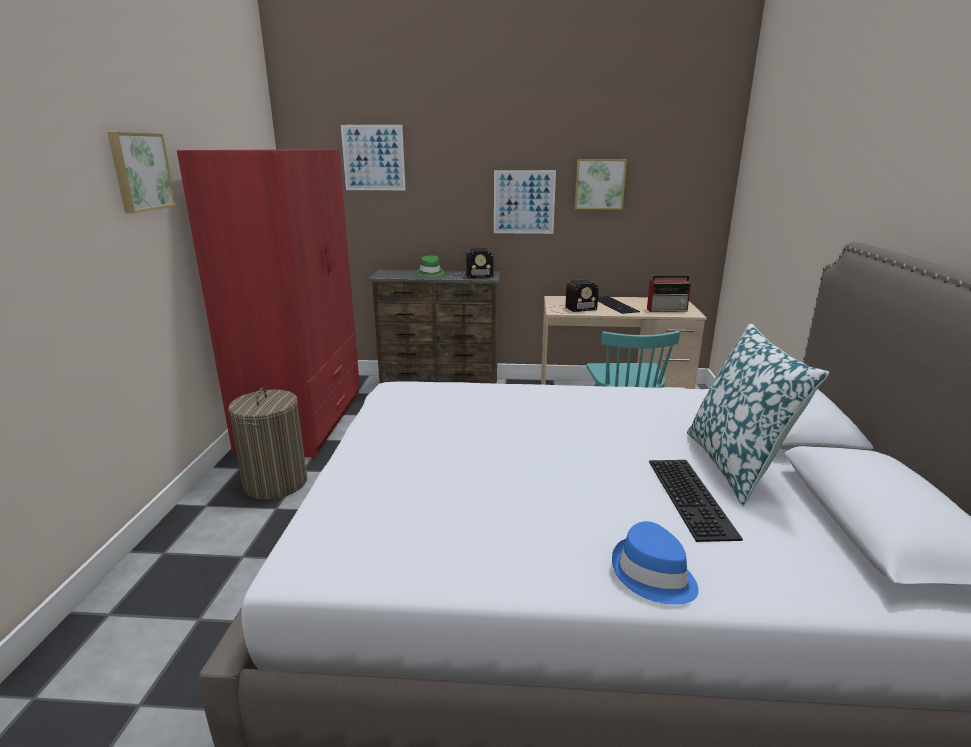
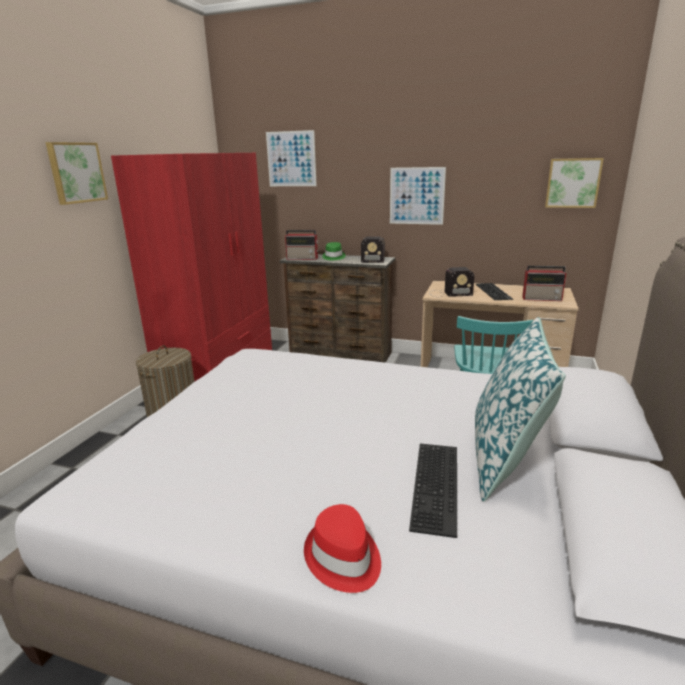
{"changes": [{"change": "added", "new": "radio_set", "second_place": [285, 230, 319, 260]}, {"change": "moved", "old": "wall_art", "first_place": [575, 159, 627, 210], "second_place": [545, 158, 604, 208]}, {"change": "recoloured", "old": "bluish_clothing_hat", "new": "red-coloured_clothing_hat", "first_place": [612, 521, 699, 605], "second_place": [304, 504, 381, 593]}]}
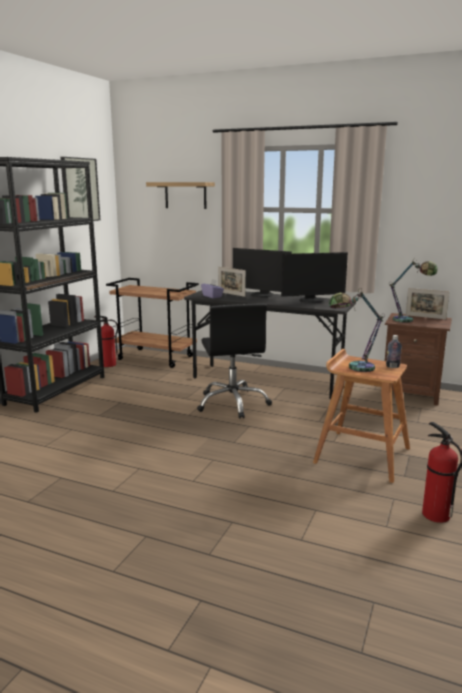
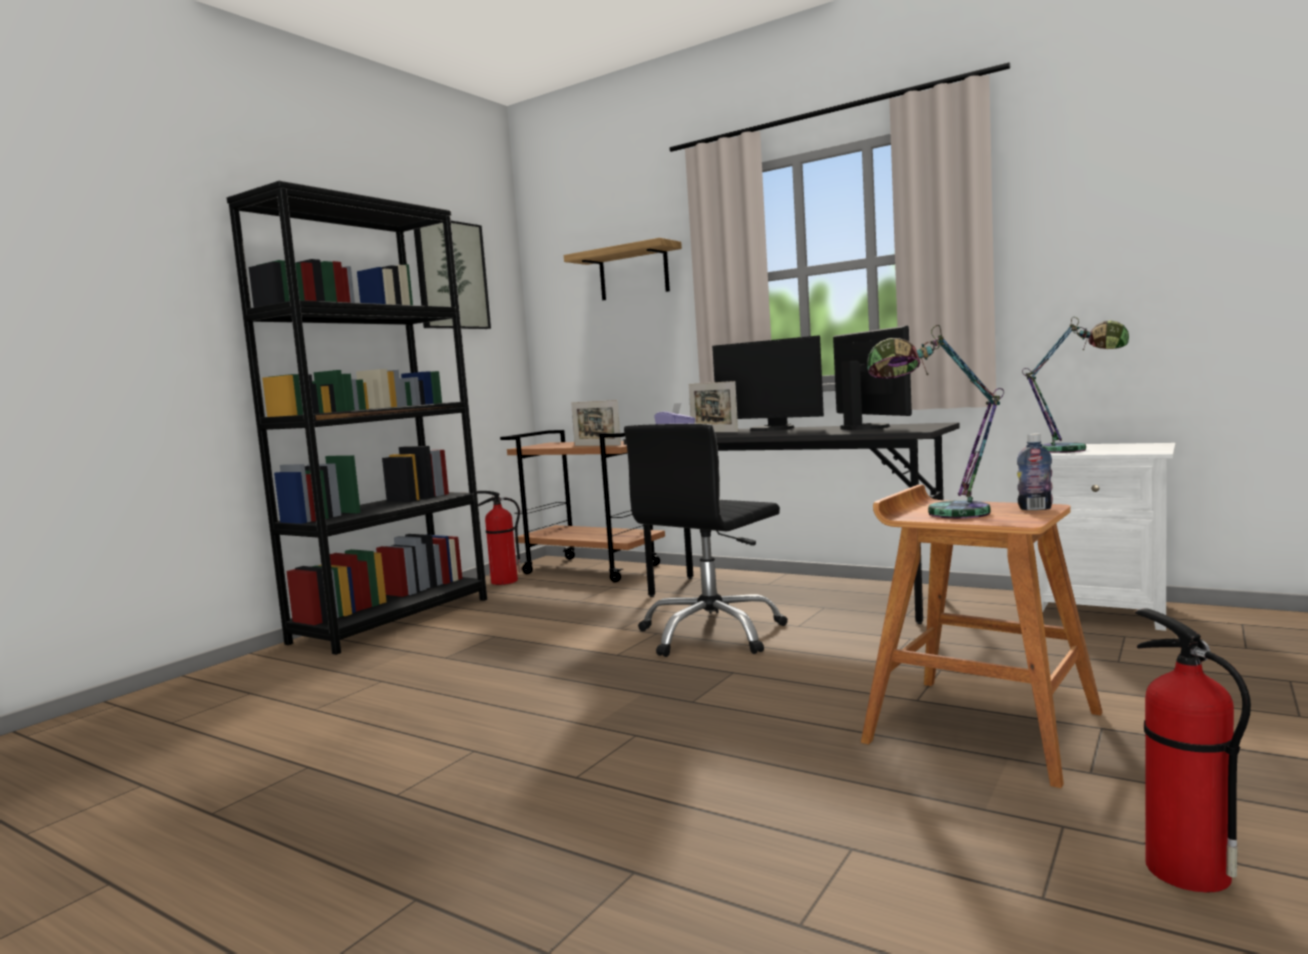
{"changes": [{"change": "moved", "old": "photo_frame", "first_place": [406, 288, 450, 320], "second_place": [571, 400, 621, 446]}, {"change": "recoloured", "old": "brown_night_table", "new": "white_night_table", "first_place": [385, 313, 452, 406], "second_place": [1033, 443, 1176, 631]}, {"change": "turned", "old": "blackish_desk_chair", "first_place": [197, 304, 272, 419], "second_place": [624, 424, 788, 657], "degrees": 45}, {"change": "turned", "old": "computer_screen", "first_place": [281, 252, 348, 303], "second_place": [833, 326, 912, 430], "degrees": -105}]}
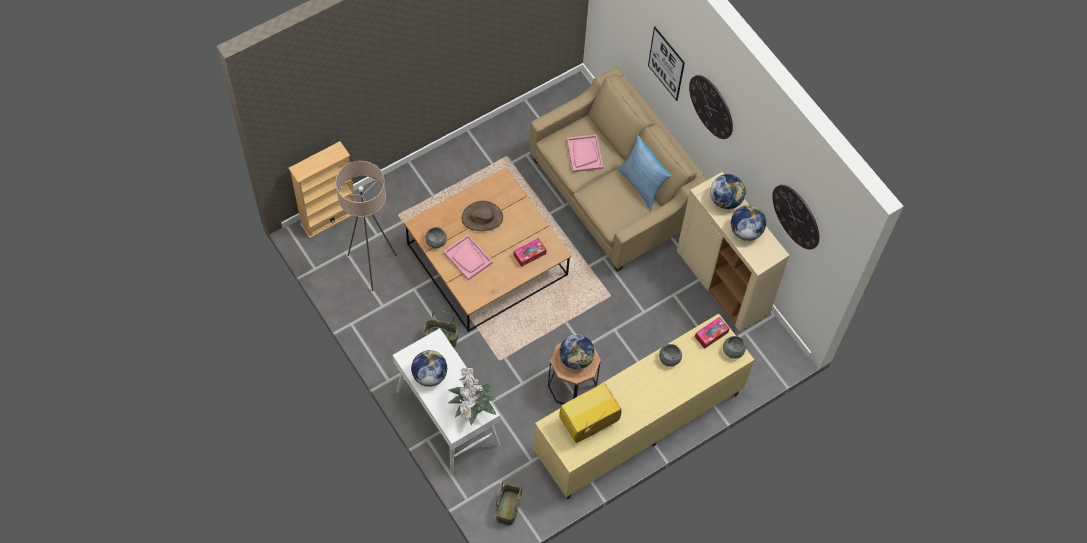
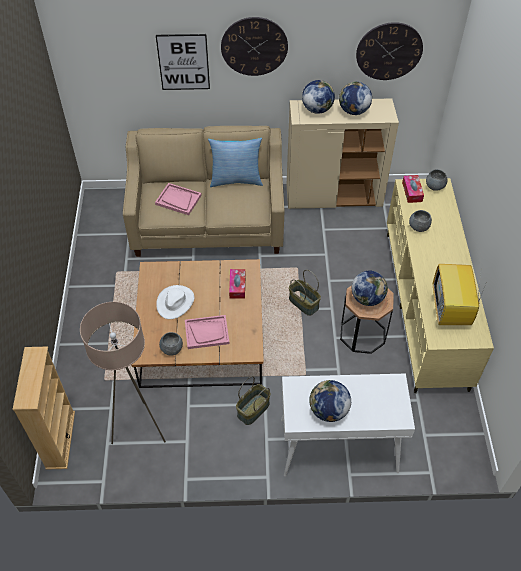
{"changes": [{"change": "removed", "old": "plant_in_a_pot", "first_place": [448, 368, 497, 425]}, {"change": "moved", "old": "basket", "first_place": [496, 482, 522, 526], "second_place": [289, 270, 321, 316]}, {"change": "recoloured", "old": "brown_clothing_hat", "new": "white_clothing_hat", "first_place": [462, 201, 503, 231], "second_place": [156, 285, 194, 319]}]}
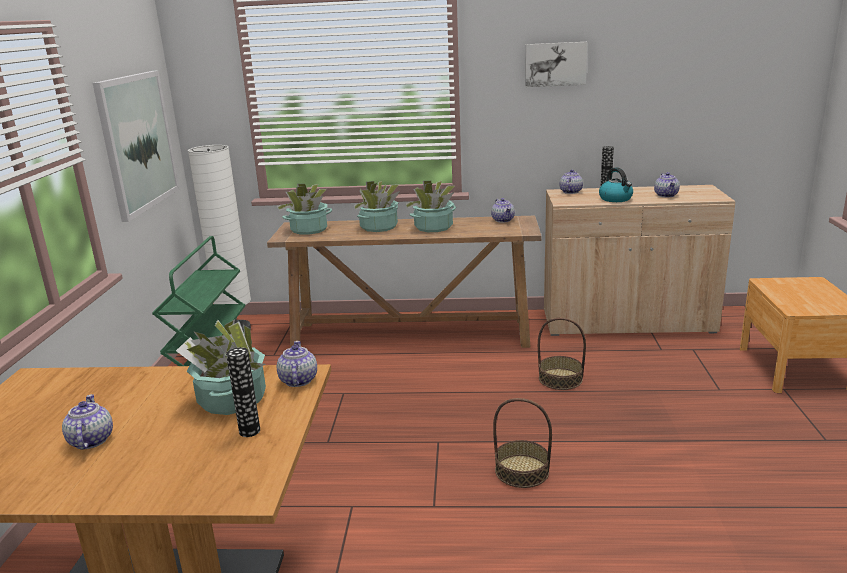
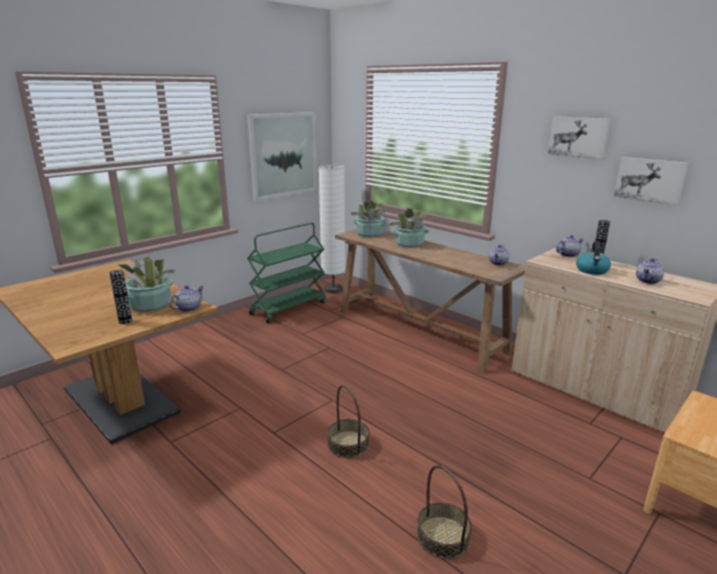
{"changes": [{"change": "removed", "old": "pot_for_tea", "first_place": [62, 394, 113, 450]}, {"change": "removed", "old": "plant_in_a_pot", "first_place": [405, 181, 456, 232]}, {"change": "added", "new": "wall_art", "second_place": [614, 157, 689, 205]}, {"change": "moved", "old": "basket", "first_place": [538, 317, 586, 390], "second_place": [417, 465, 472, 559]}]}
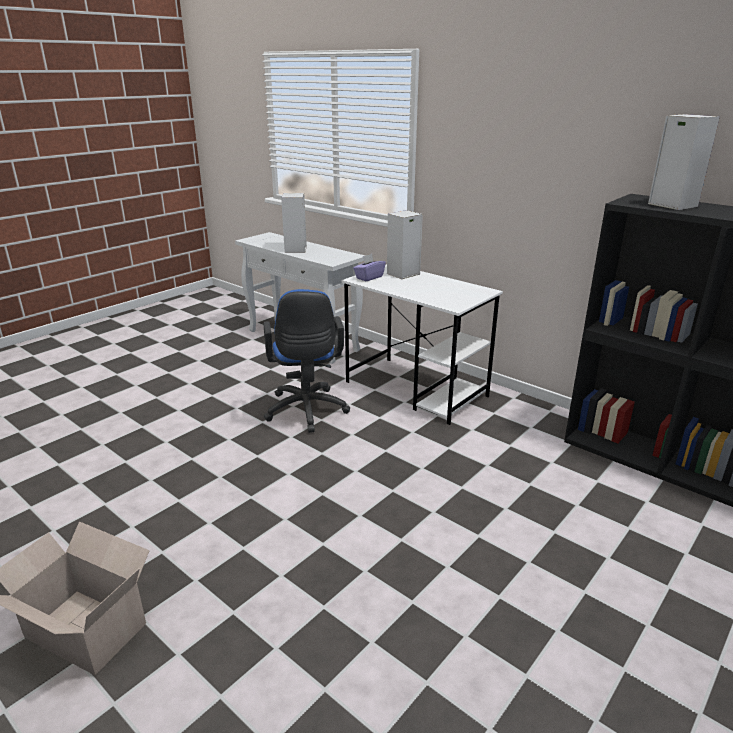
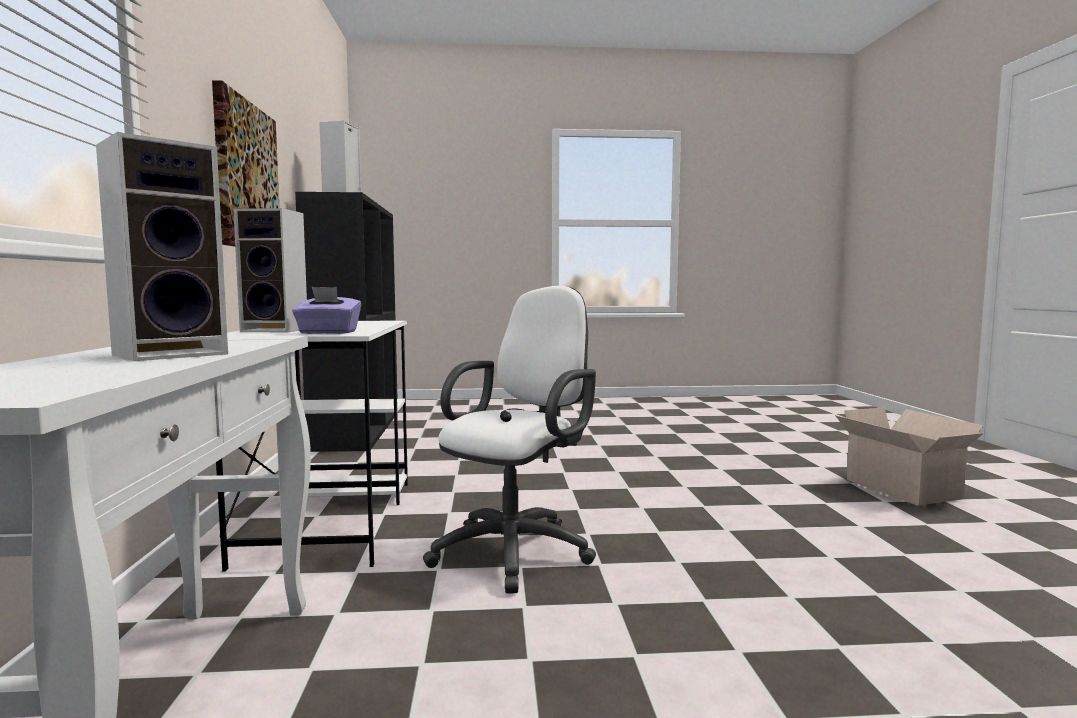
{"changes": [{"change": "added", "new": "wall_art", "second_place": [212, 80, 280, 247]}, {"change": "recoloured", "old": "bluish_desk_chair", "new": "white_desk_chair", "first_place": [264, 289, 350, 433], "second_place": [423, 286, 596, 593]}]}
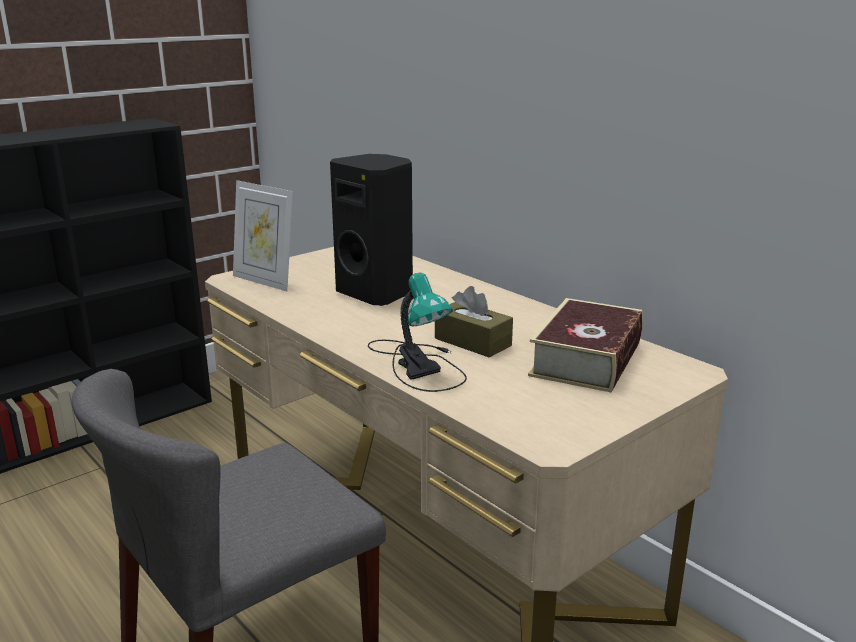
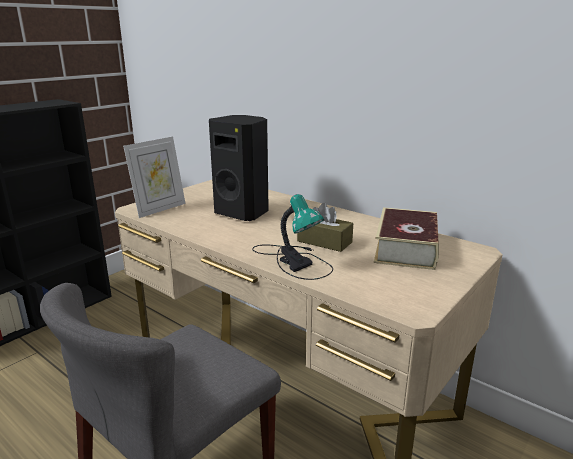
{"changes": [{"change": "turned", "old": "photo_frame", "first_place": [233, 180, 293, 291], "second_place": [123, 136, 186, 218], "degrees": -75}]}
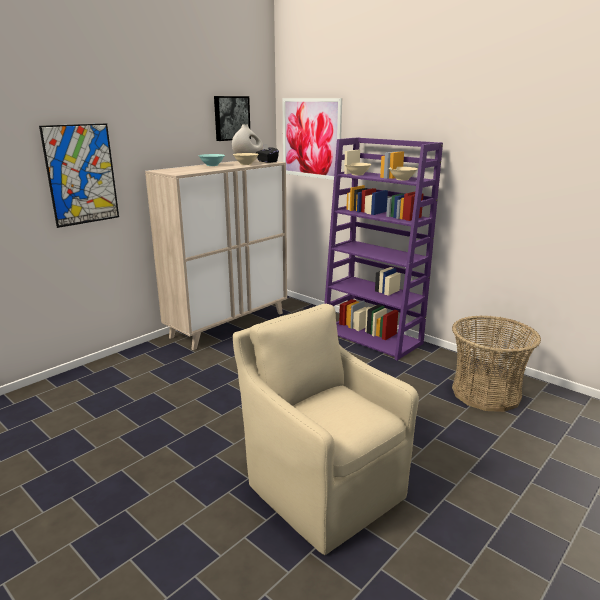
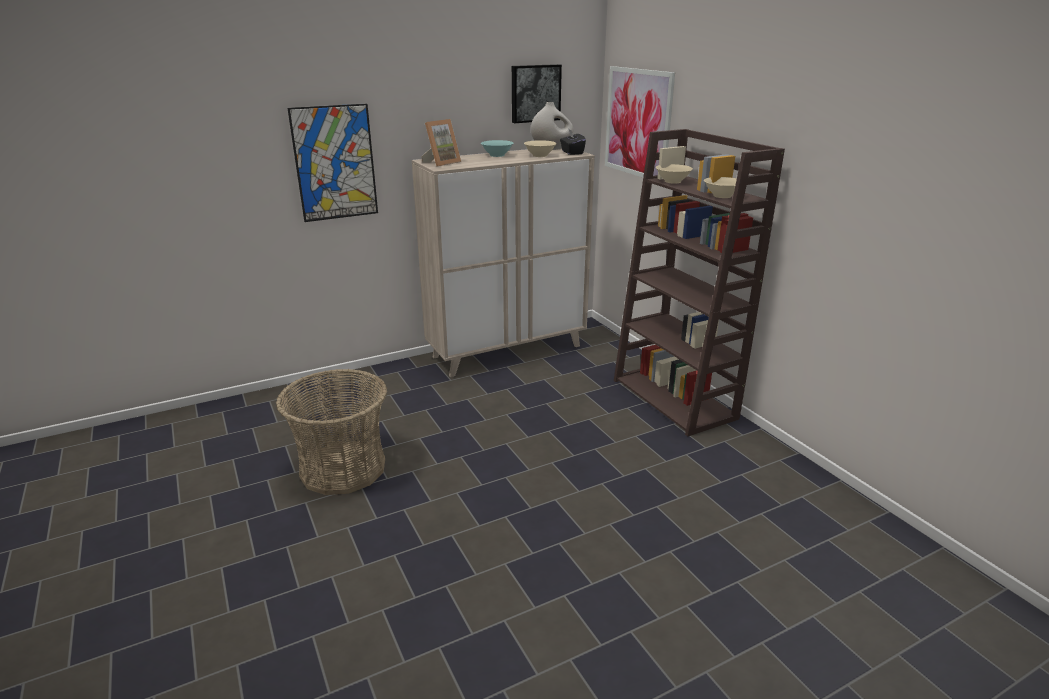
{"changes": [{"change": "removed", "old": "beige_easy_chair", "first_place": [233, 304, 419, 555]}, {"change": "added", "new": "photo_frame", "second_place": [421, 119, 461, 167]}, {"change": "moved", "old": "basket", "first_place": [452, 315, 541, 412], "second_place": [276, 369, 387, 495]}, {"change": "recoloured", "old": "purplish_bookshelf", "new": "brown_bookshelf", "first_place": [324, 137, 443, 360], "second_place": [614, 129, 785, 436]}]}
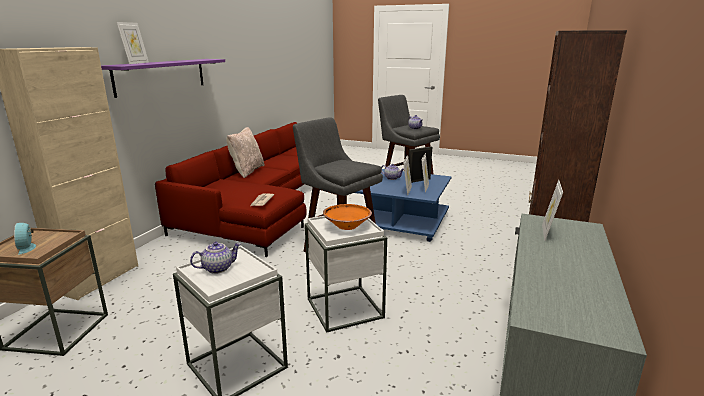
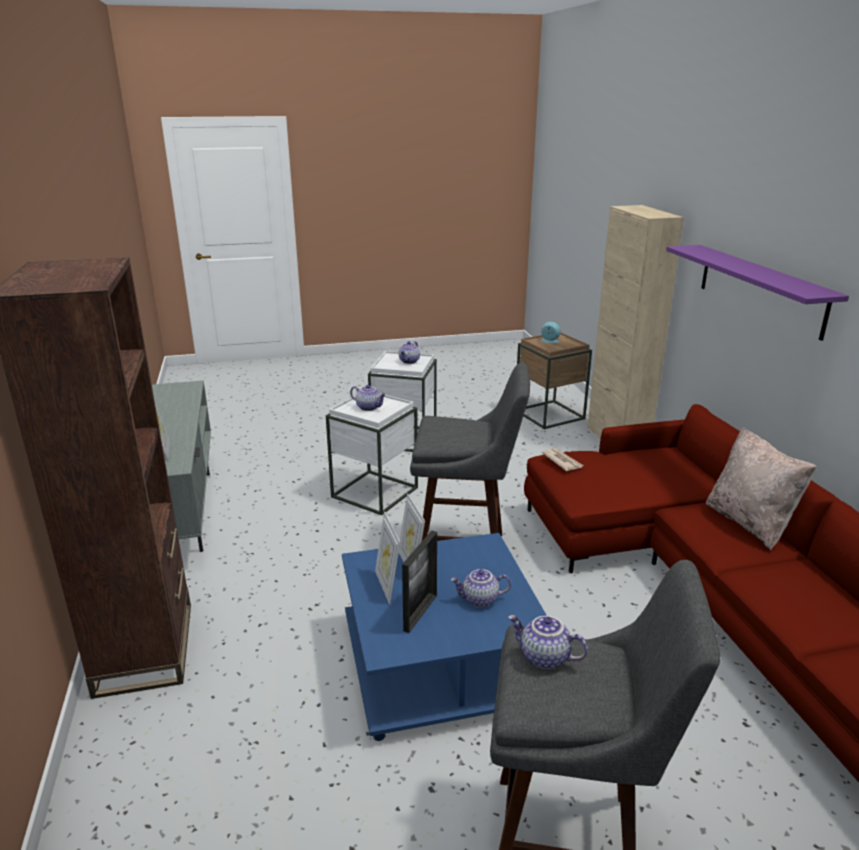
{"changes": [{"change": "removed", "old": "photo_frame", "first_place": [116, 22, 149, 64]}, {"change": "replaced", "old": "orangey_deep_dish", "new": "pot_for_tea", "first_place": [323, 204, 372, 230], "second_place": [350, 385, 386, 411]}]}
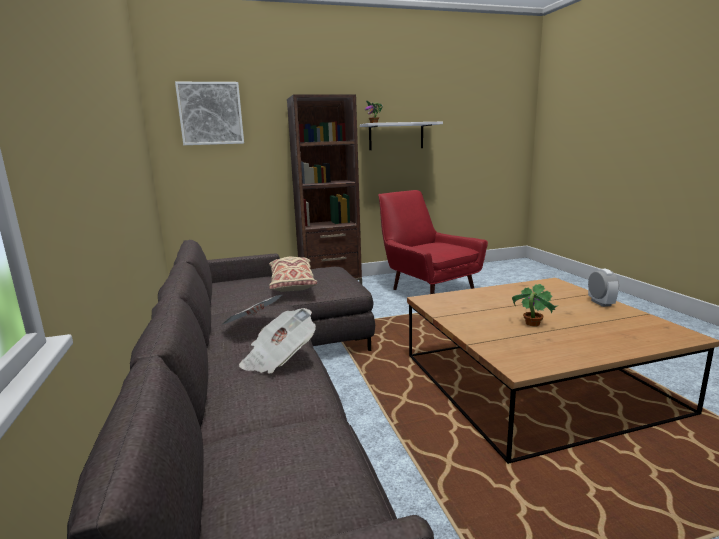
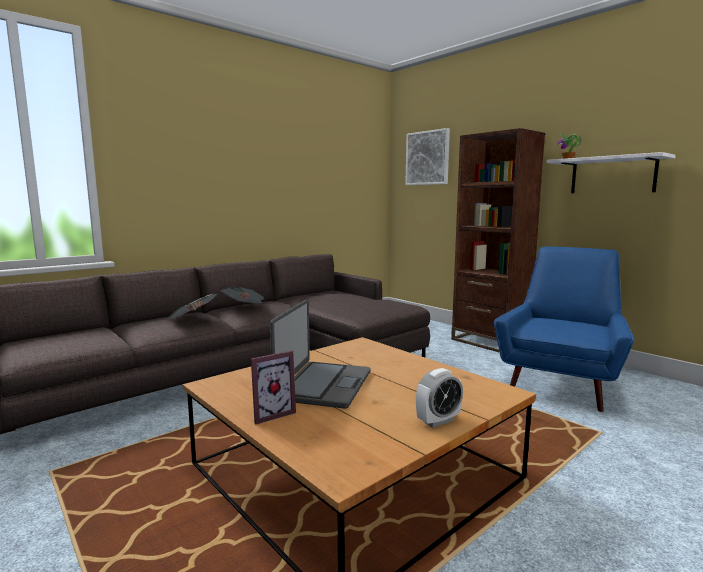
{"changes": [{"change": "removed", "old": "beige_cushion", "first_place": [269, 256, 317, 292]}, {"change": "added", "new": "photo_frame", "second_place": [251, 350, 296, 425]}, {"change": "replaced", "old": "plant_in_a_pot", "new": "laptop", "first_place": [512, 284, 557, 327], "second_place": [270, 299, 370, 409]}, {"change": "recoloured", "old": "red-coloured_easy_chair", "new": "bluish_easy_chair", "first_place": [378, 190, 488, 294], "second_place": [494, 246, 634, 412]}]}
